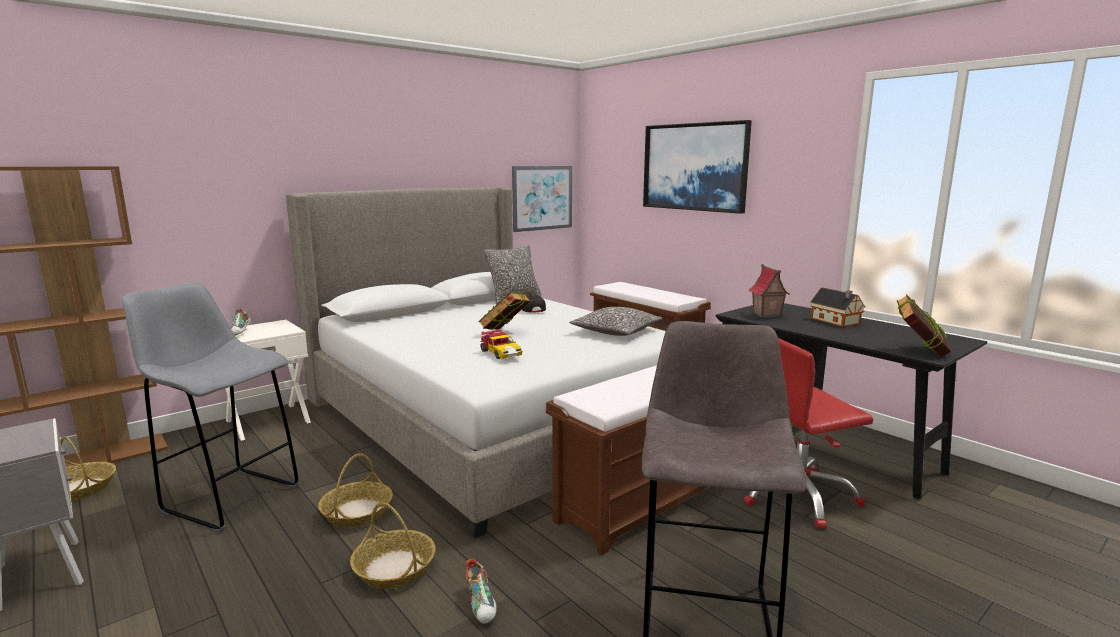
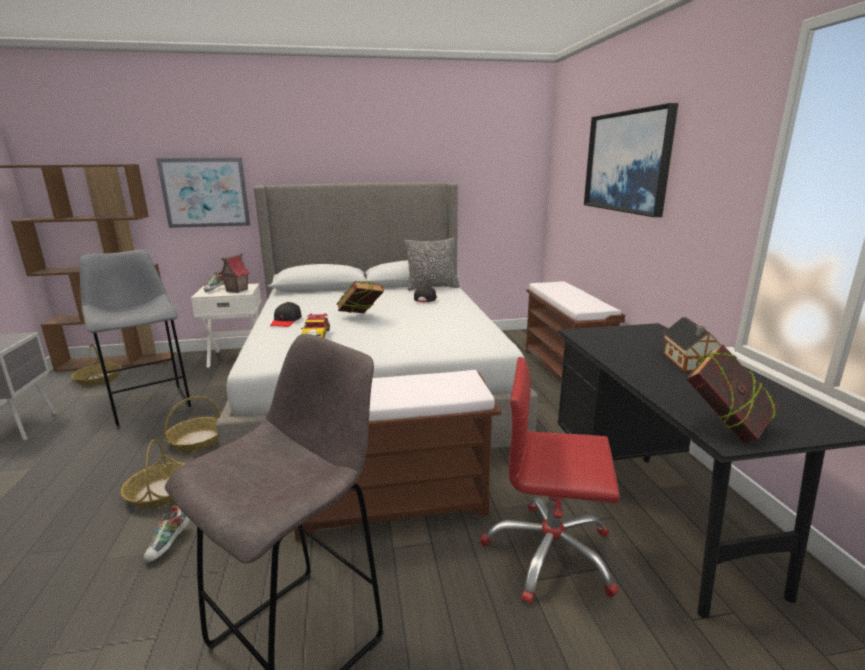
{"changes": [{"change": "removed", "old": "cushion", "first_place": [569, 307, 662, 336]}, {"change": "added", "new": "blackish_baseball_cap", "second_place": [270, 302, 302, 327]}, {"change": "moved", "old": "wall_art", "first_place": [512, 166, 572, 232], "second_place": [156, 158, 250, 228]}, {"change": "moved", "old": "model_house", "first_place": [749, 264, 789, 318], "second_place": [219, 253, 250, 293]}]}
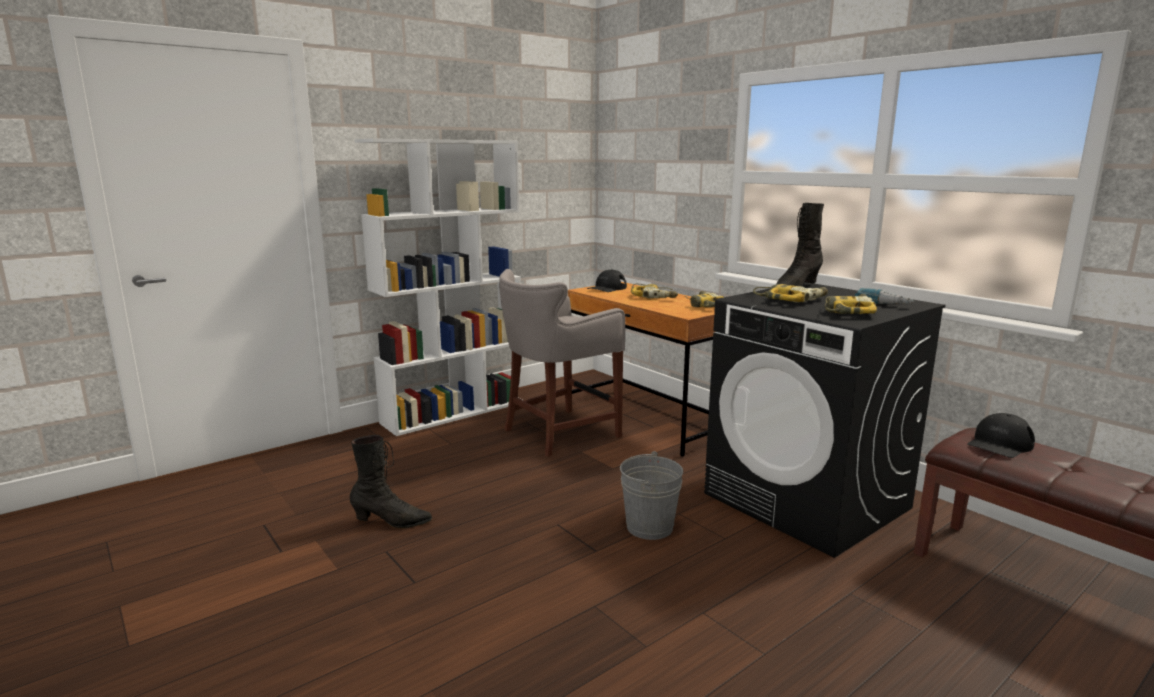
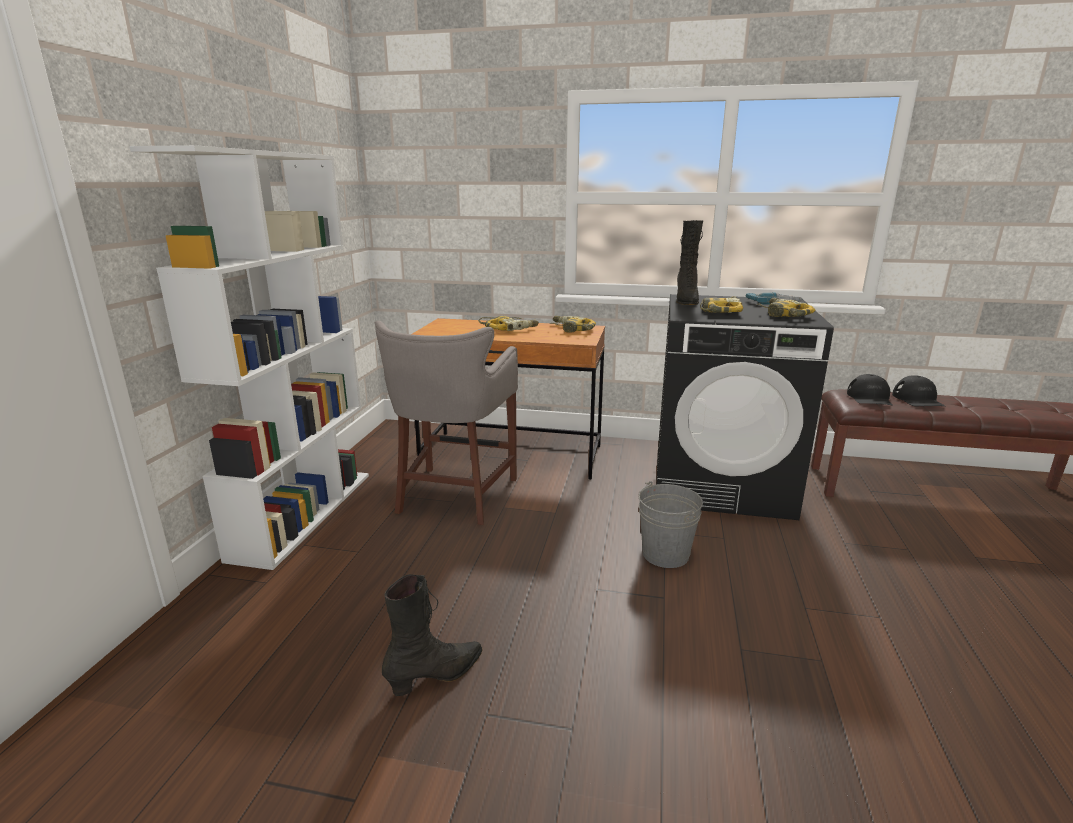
{"changes": [{"change": "moved", "old": "blackish_baseball_cap", "first_place": [587, 269, 627, 292], "second_place": [892, 375, 946, 407]}]}
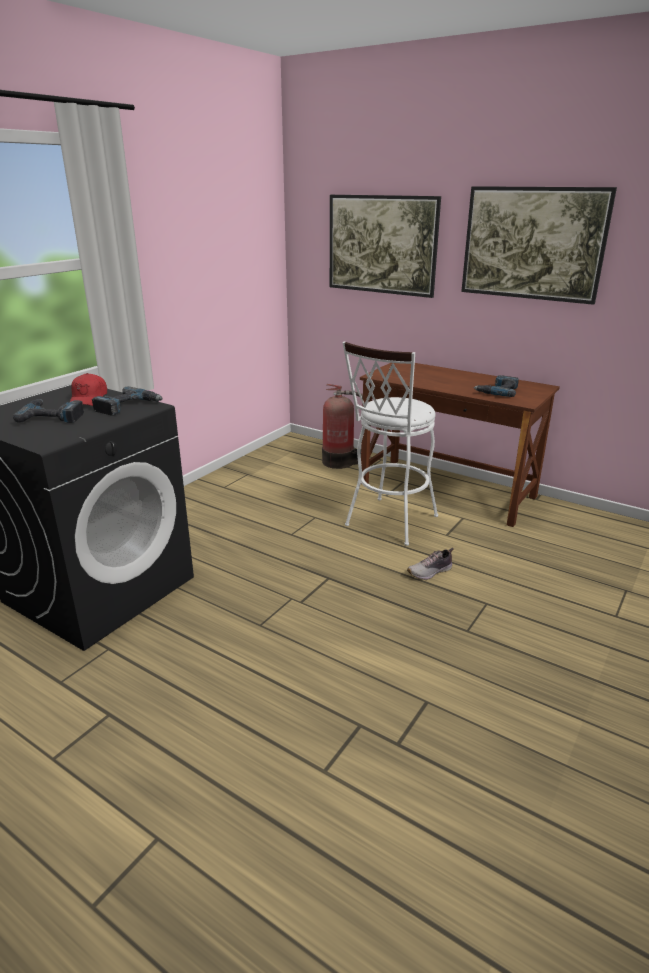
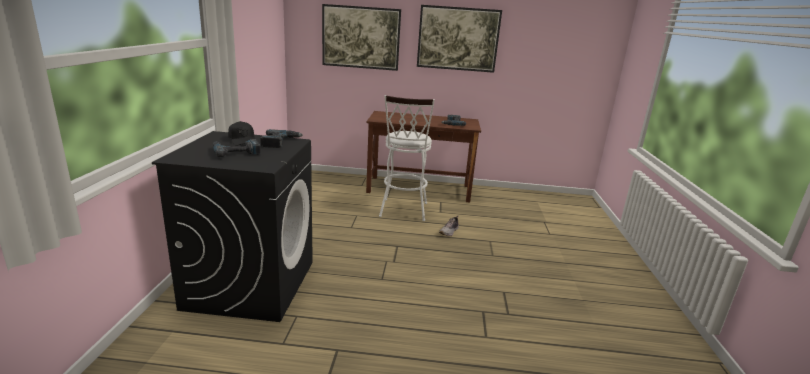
{"changes": [{"change": "removed", "old": "extinguisher", "first_place": [322, 384, 363, 469]}, {"change": "recoloured", "old": "red-coloured_baseball_cap", "new": "blackish_baseball_cap", "first_place": [70, 373, 107, 406], "second_place": [228, 121, 255, 146]}]}
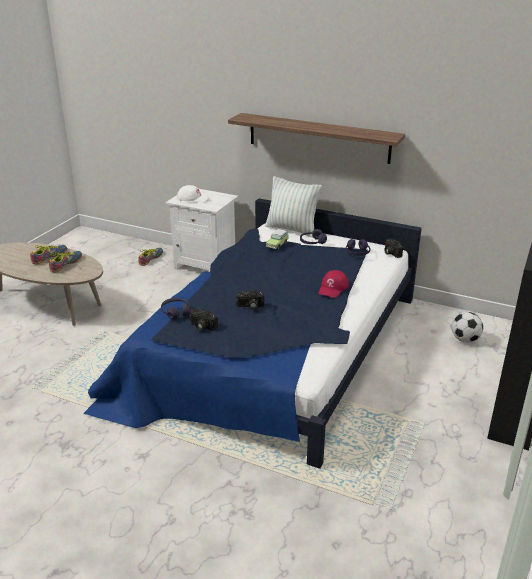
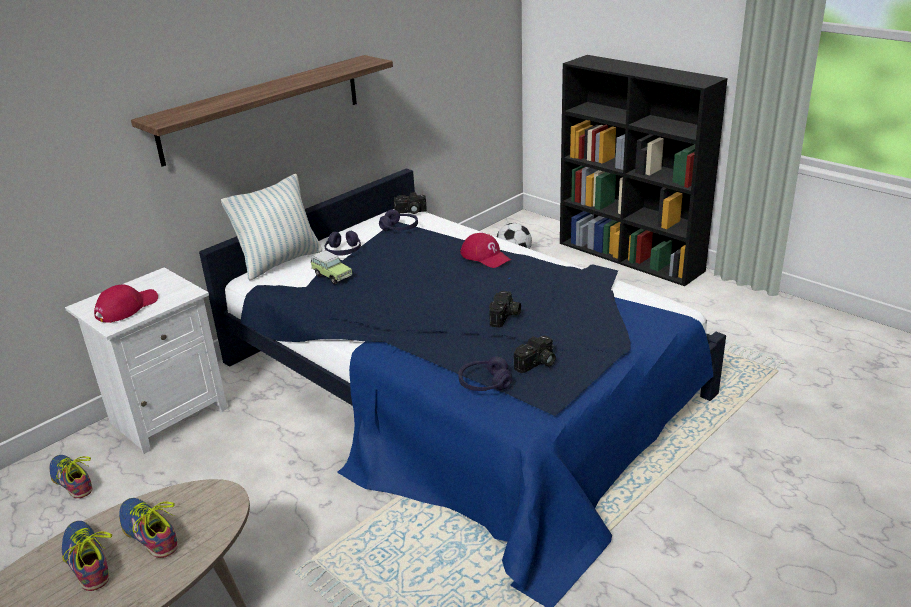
{"changes": [{"change": "recoloured", "old": "white_baseball_cap", "new": "red-coloured_baseball_cap", "first_place": [177, 185, 210, 203], "second_place": [94, 284, 158, 323]}]}
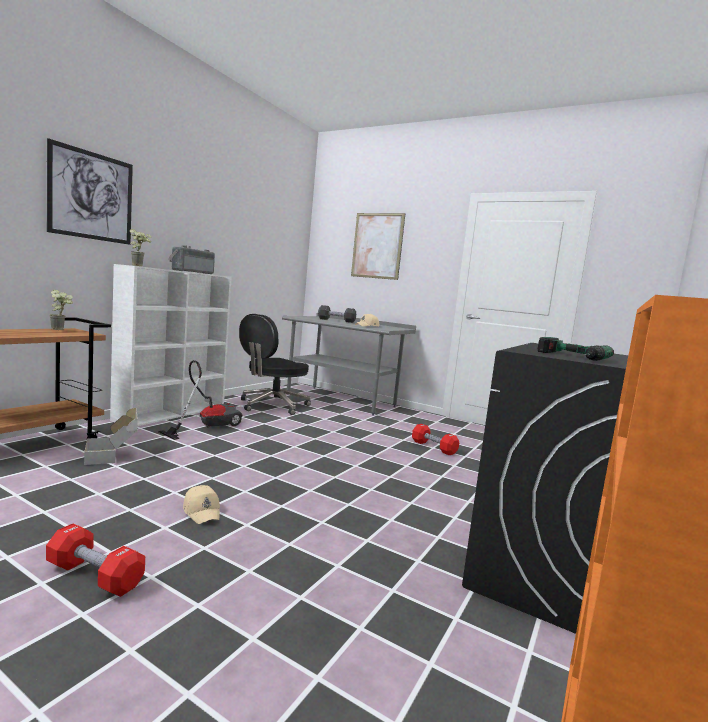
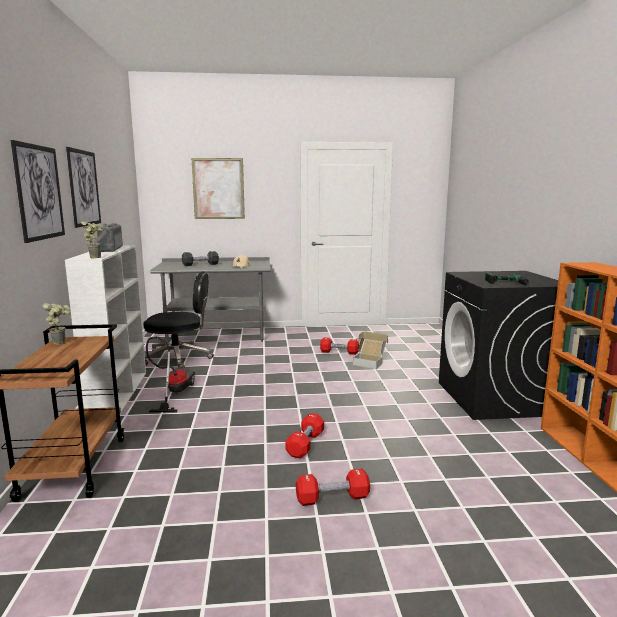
{"changes": [{"change": "added", "new": "wall_art", "second_place": [66, 147, 101, 228]}, {"change": "moved", "old": "packing_box", "first_place": [84, 408, 138, 465], "second_place": [353, 331, 388, 369]}, {"change": "replaced", "old": "beige_baseball_cap", "new": "red-coloured_dumbbell", "first_place": [183, 485, 220, 524], "second_place": [285, 413, 324, 459]}, {"change": "turned", "old": "blackish_desk_chair", "first_place": [239, 314, 311, 415], "second_place": [143, 271, 214, 367], "degrees": -90}]}
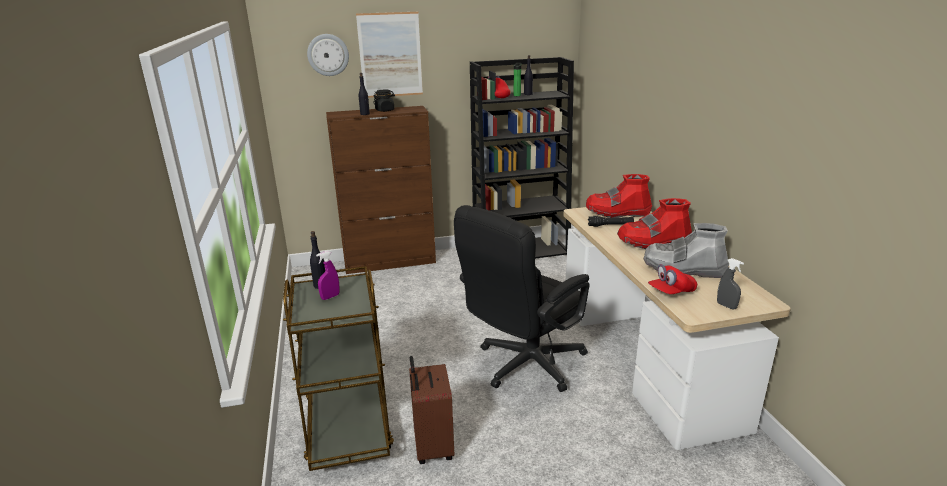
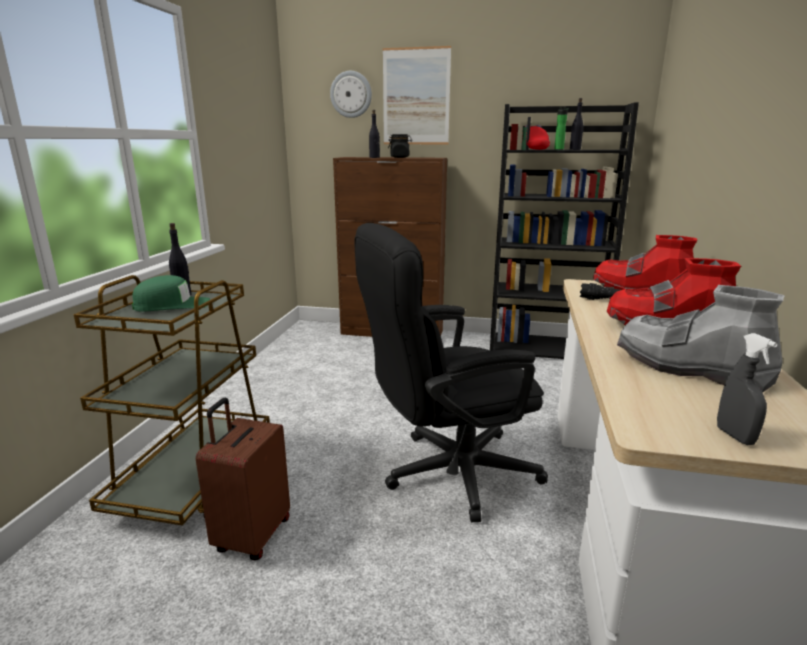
{"changes": [{"change": "removed", "old": "red-coloured_baseball_cap", "first_place": [648, 264, 697, 294]}, {"change": "replaced", "old": "purplish_spray_bottle", "new": "green-coloured_baseball_cap", "first_place": [316, 251, 340, 300], "second_place": [132, 275, 210, 311]}]}
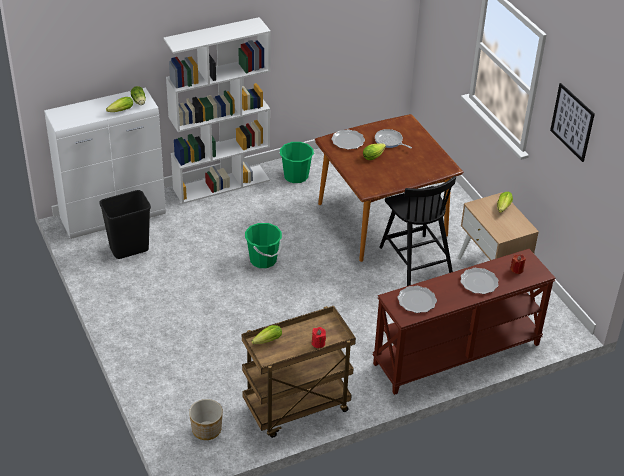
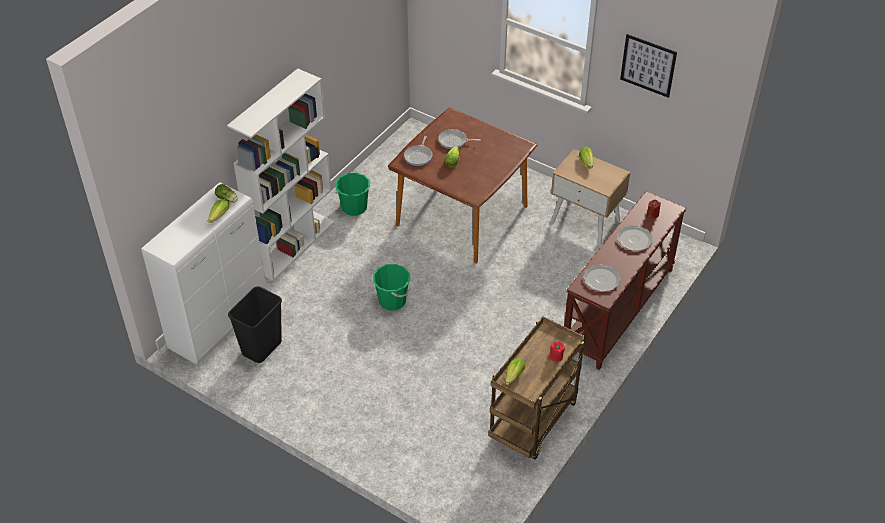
{"changes": [{"change": "removed", "old": "flower_pot", "first_place": [189, 399, 223, 440]}, {"change": "removed", "old": "blackish_chair", "first_place": [379, 176, 456, 286]}, {"change": "replaced", "old": "dinner_plate", "new": "pan", "first_place": [331, 129, 365, 150], "second_place": [404, 136, 433, 166]}]}
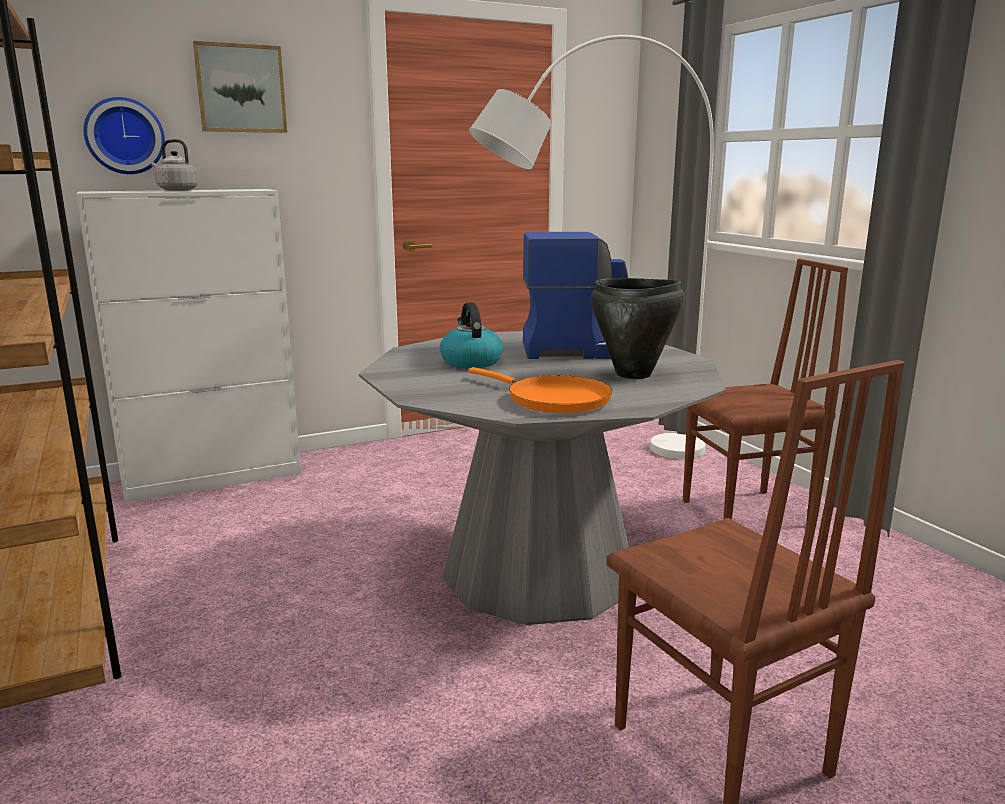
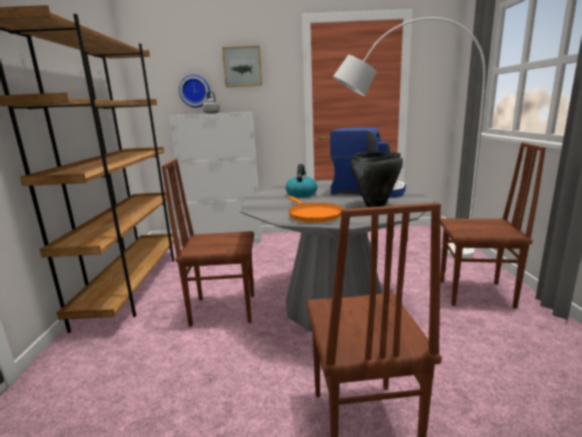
{"changes": [{"change": "added", "new": "brown_chair", "second_place": [162, 159, 254, 327]}]}
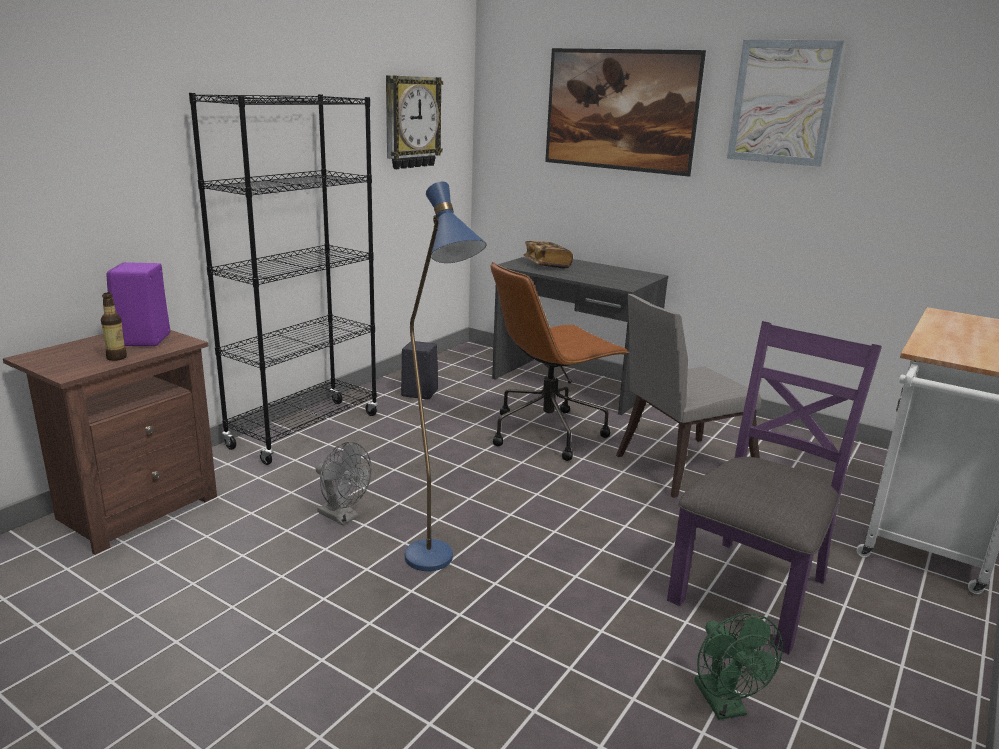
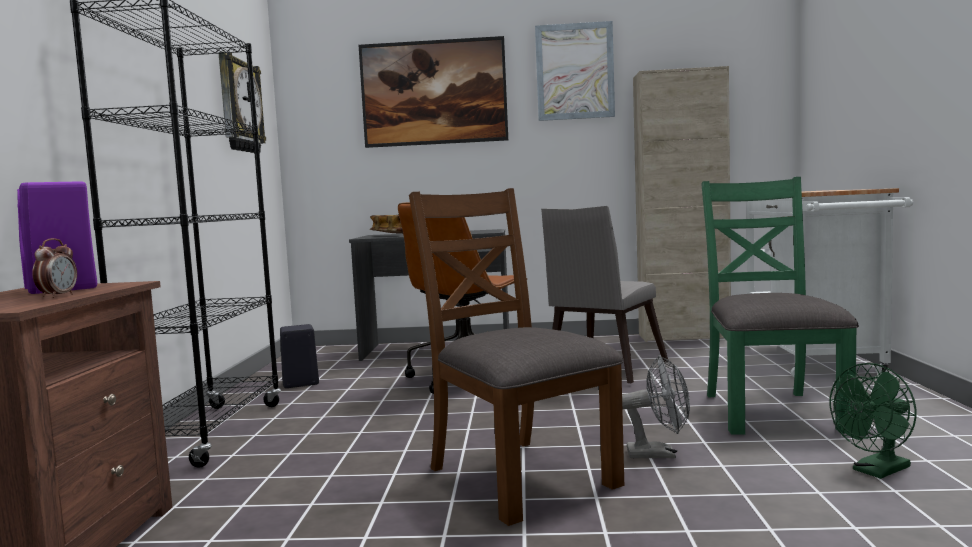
{"changes": [{"change": "added", "new": "beige_cupboard", "second_place": [633, 66, 731, 342]}, {"change": "moved", "old": "grey_fan", "first_place": [315, 442, 371, 525], "second_place": [622, 355, 690, 458]}, {"change": "replaced", "old": "bottle", "new": "alarm_clock", "first_place": [101, 293, 127, 361], "second_place": [32, 238, 77, 298]}, {"change": "replaced", "old": "bluish_floor_lamp", "new": "brown_chair", "first_place": [405, 182, 487, 571], "second_place": [409, 188, 624, 526]}, {"change": "recoloured", "old": "purplish_chair", "new": "green-coloured_chair", "first_place": [667, 321, 882, 654], "second_place": [701, 177, 859, 435]}, {"change": "turned", "old": "green-coloured_fan", "first_place": [695, 613, 783, 720], "second_place": [829, 363, 917, 479], "degrees": 105}]}
